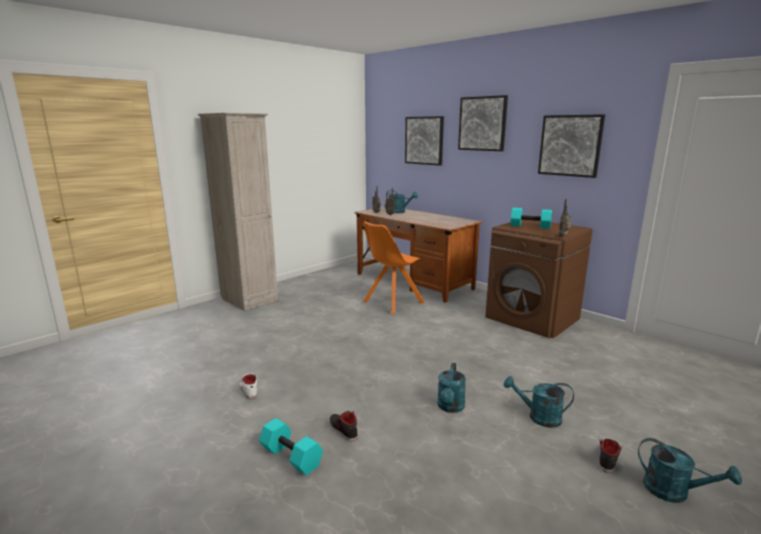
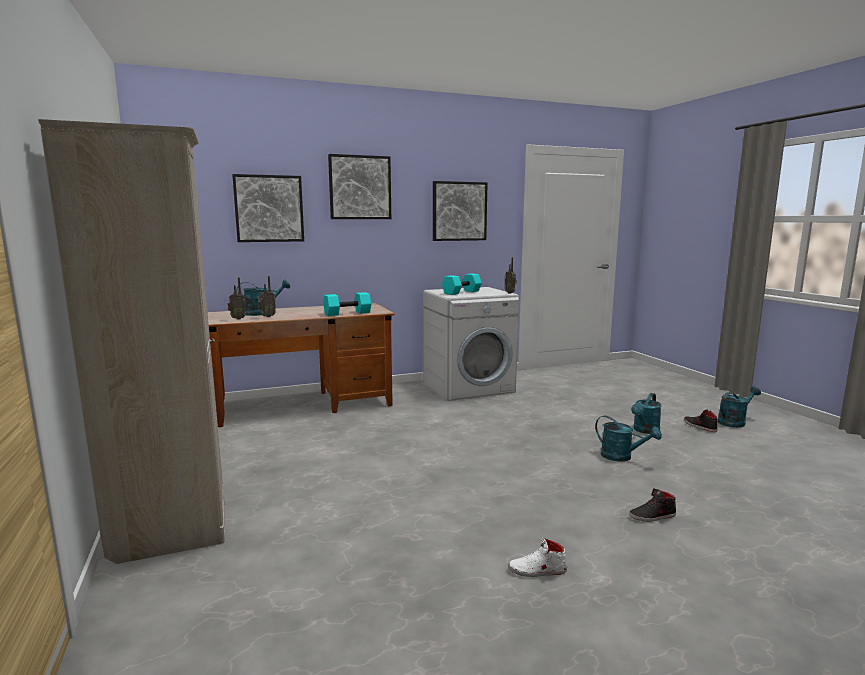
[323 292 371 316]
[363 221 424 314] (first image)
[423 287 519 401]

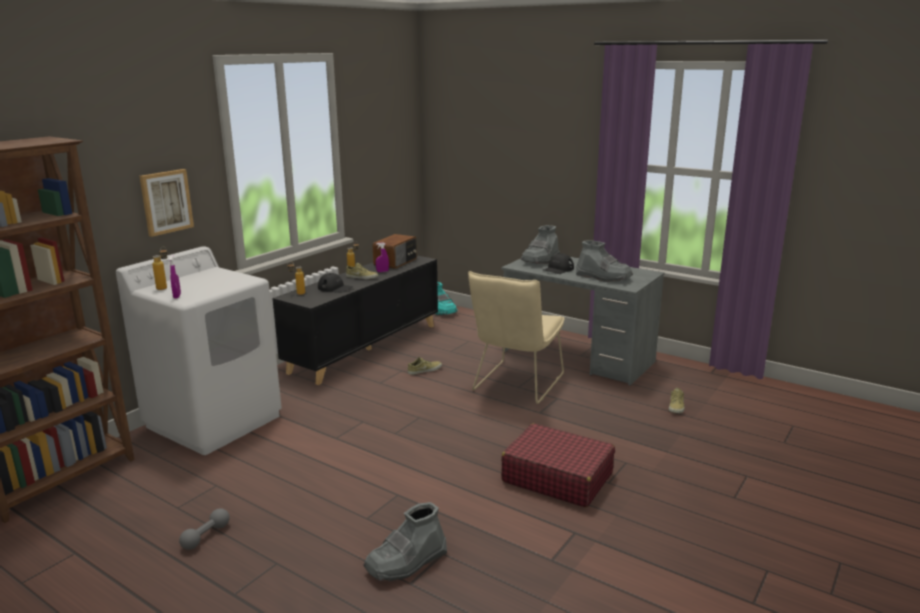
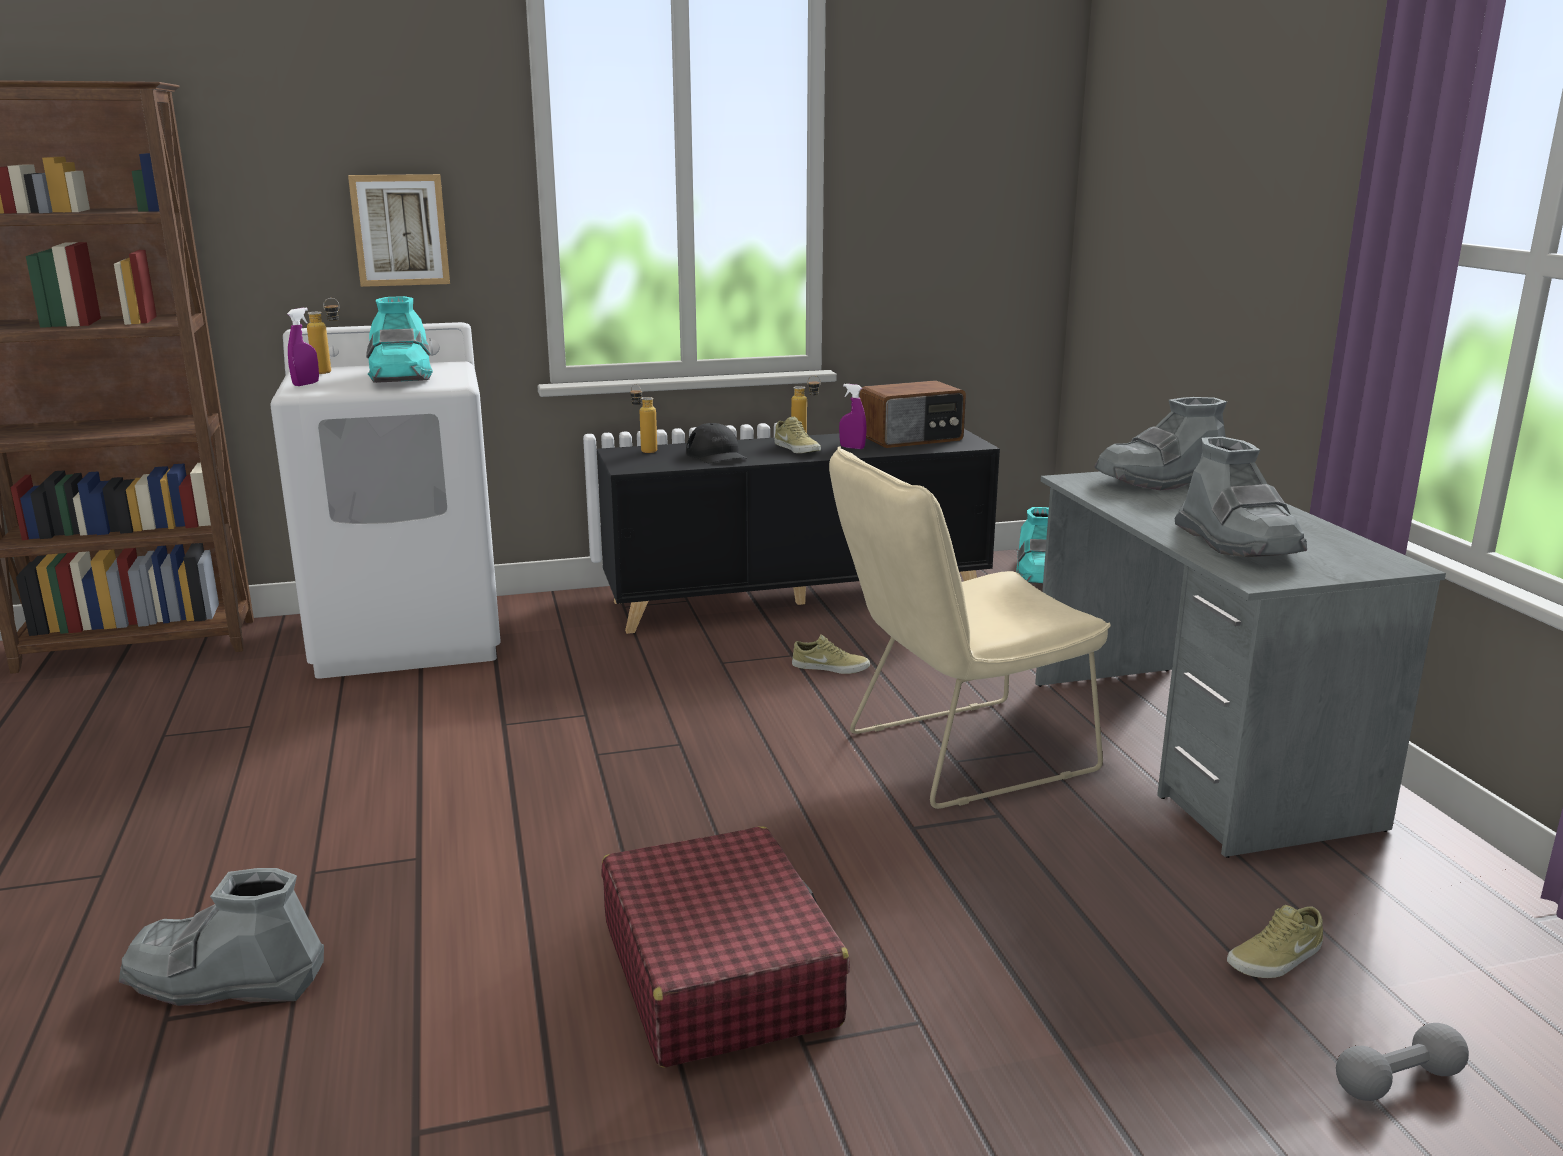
[1336 1023 1469 1101]
[543 254 574 274] (first image)
[366 296 433 383]

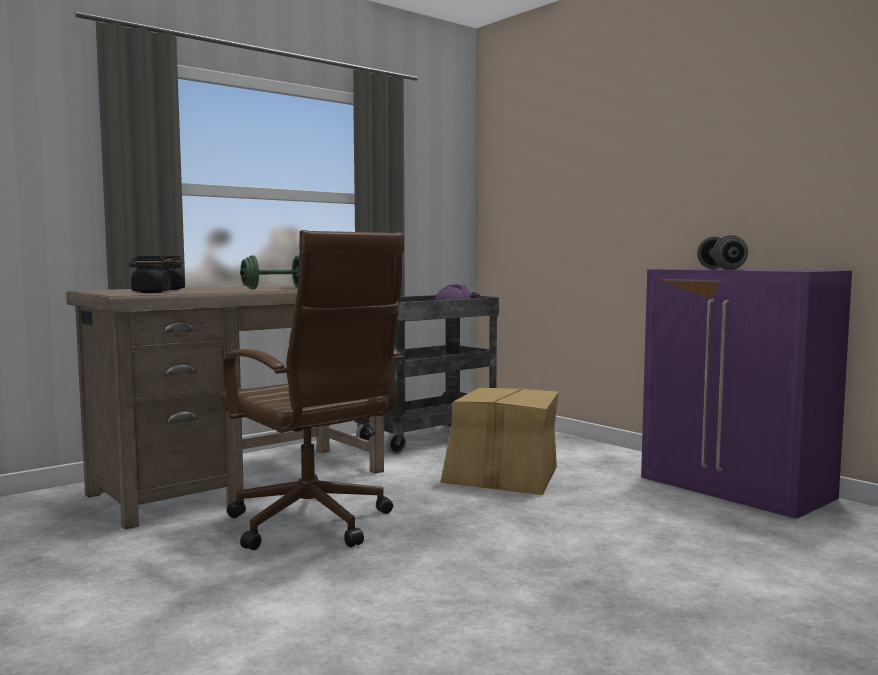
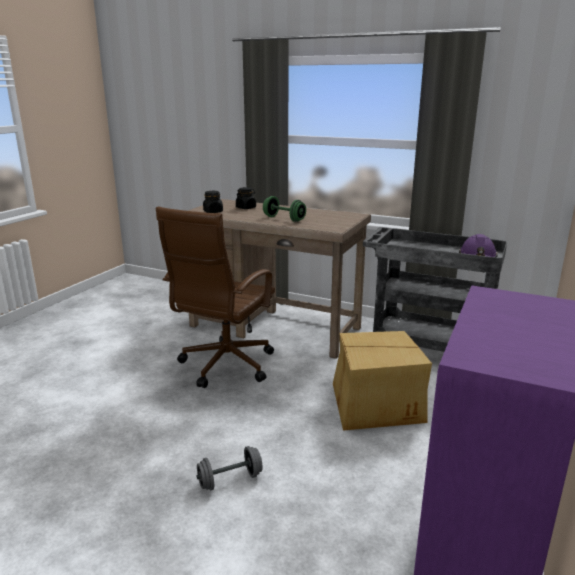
[196 446 263 491]

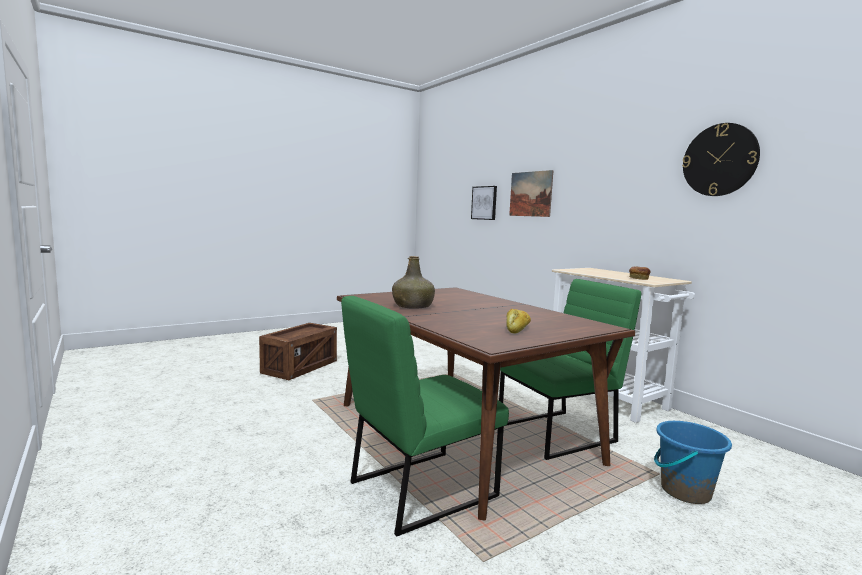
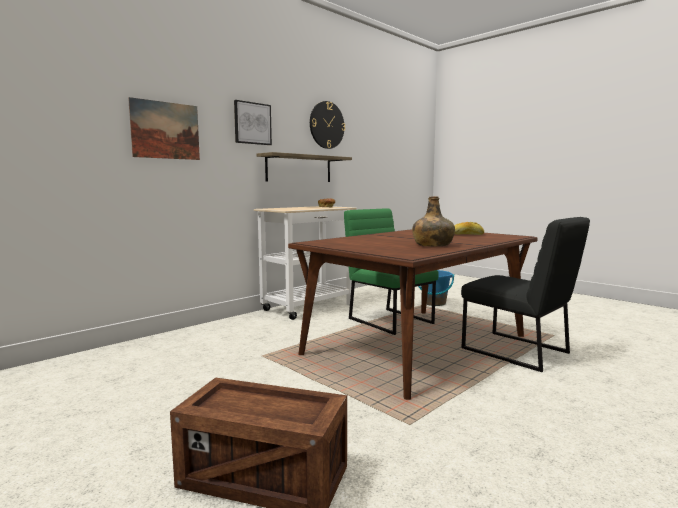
[461 217 590 372]
[234 100 272 145]
[257 152 352 182]

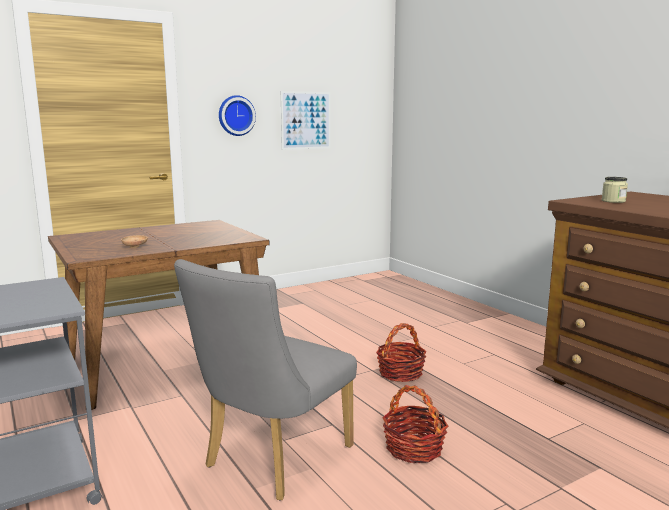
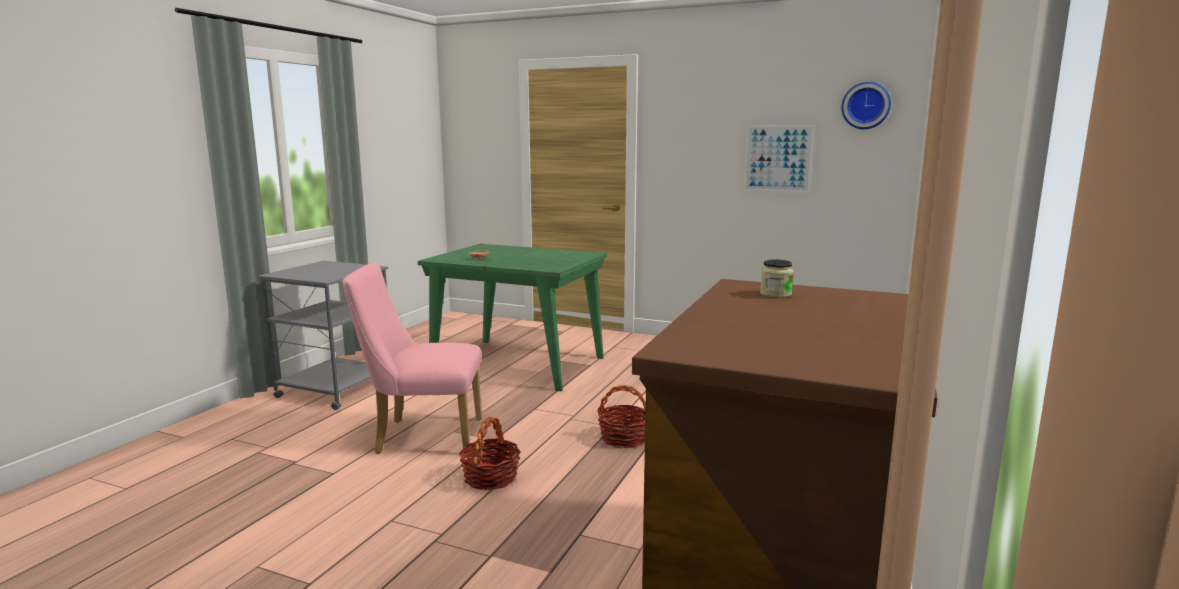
[418 244 607 391]
[342 263 482 454]
[841 82 891 129]

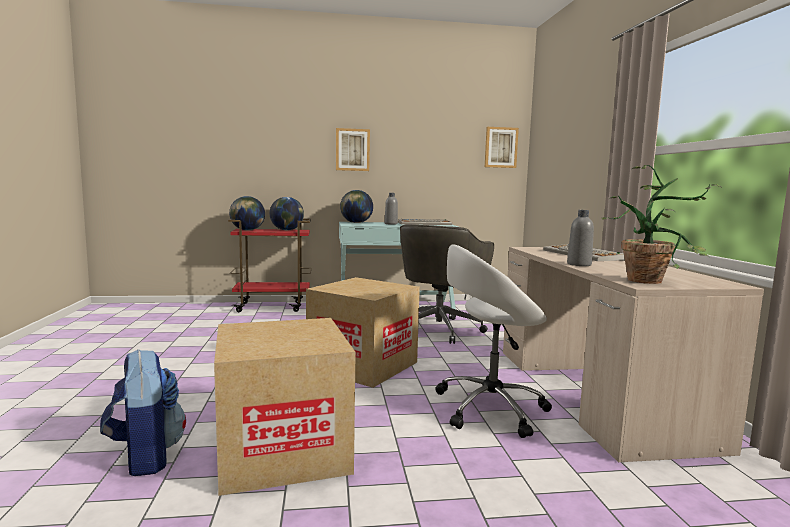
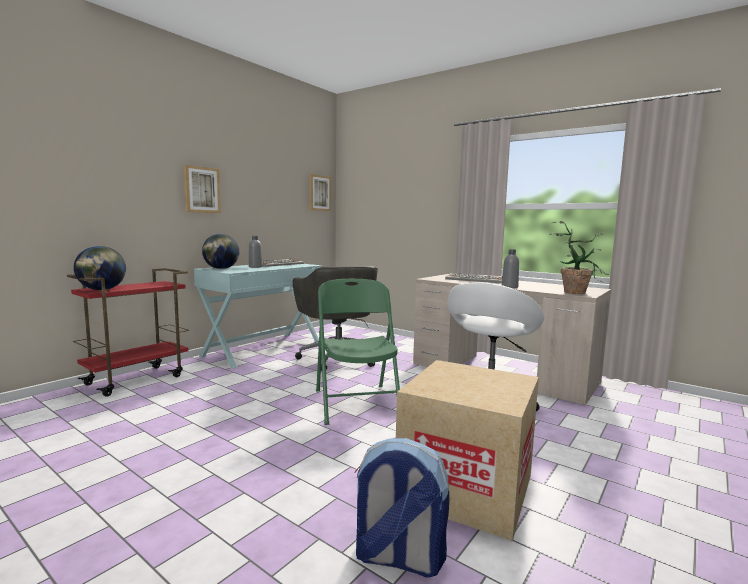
[270 197 304 230] (first image)
[316 279 400 425]

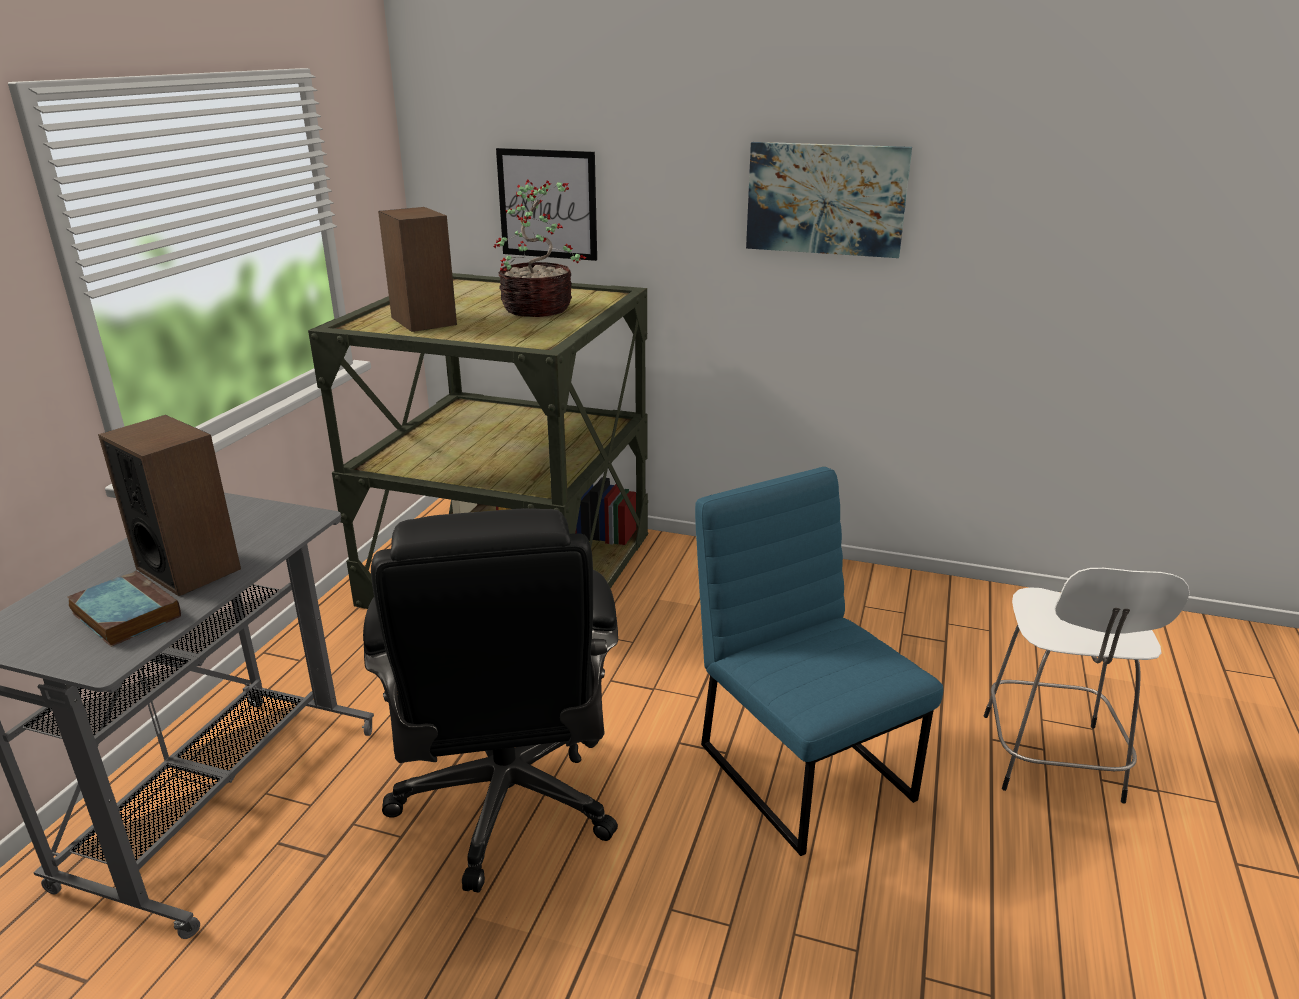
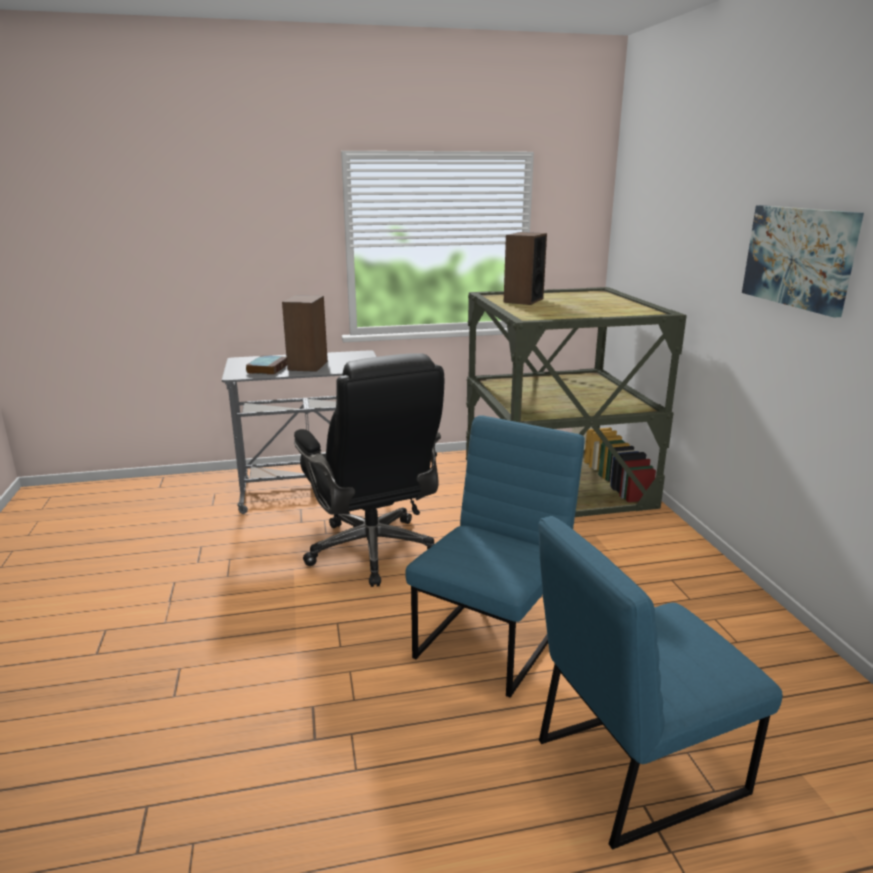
[294 353 444 587]
[493 180 586 317] (first image)
[496 148 597 261] (first image)
[538 516 782 849]

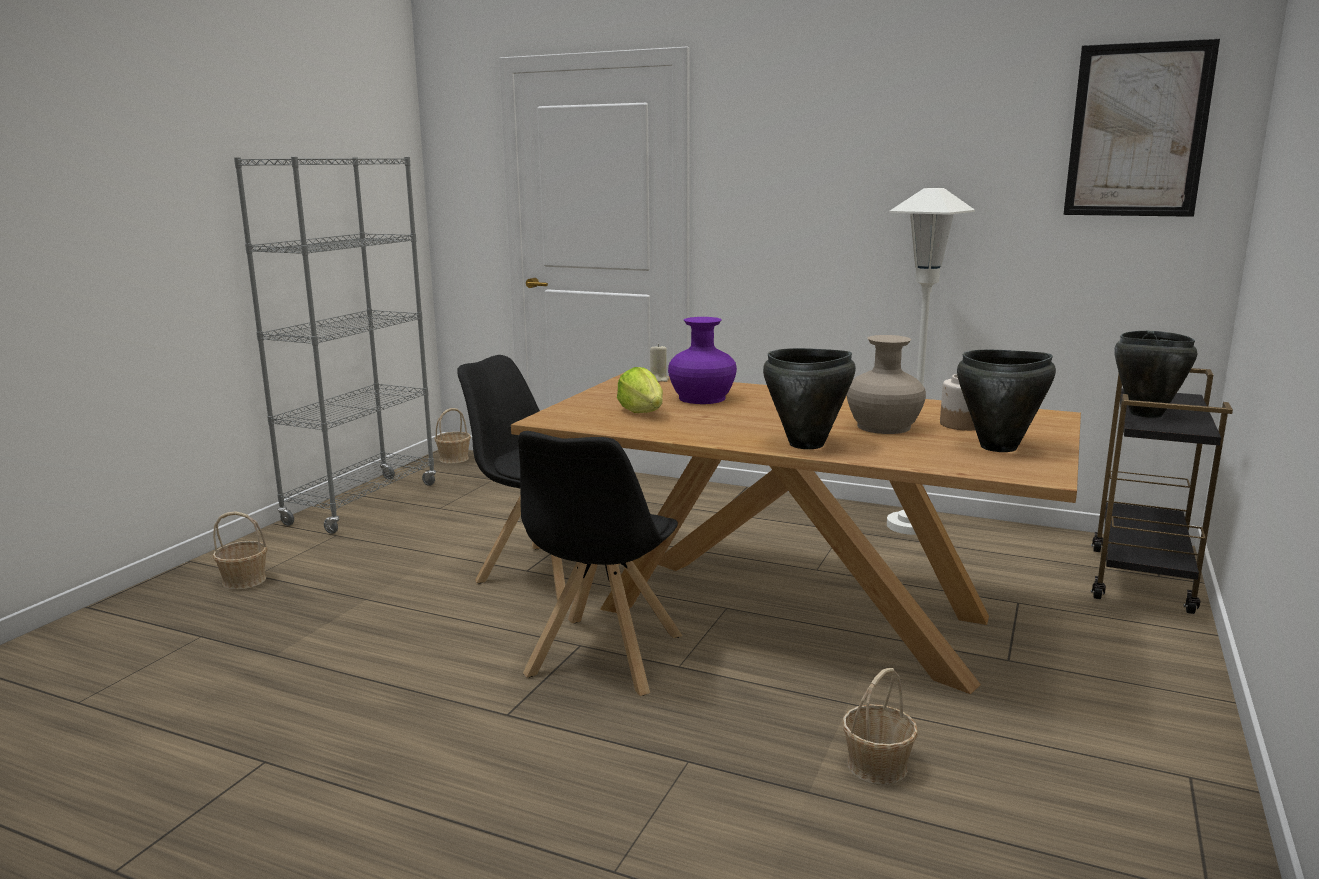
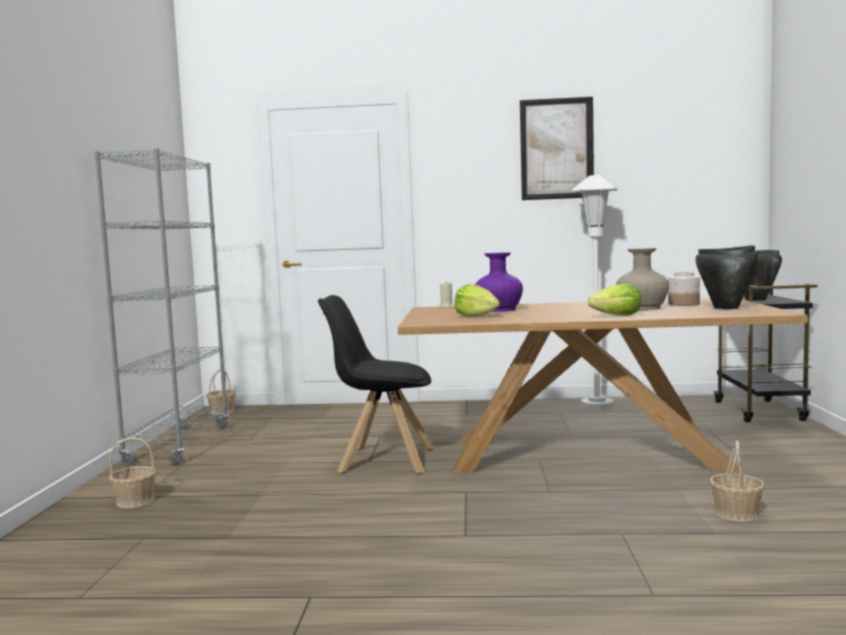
[518 431 682 696] (first image)
[588 284 641 316]
[520 97 594 200]

